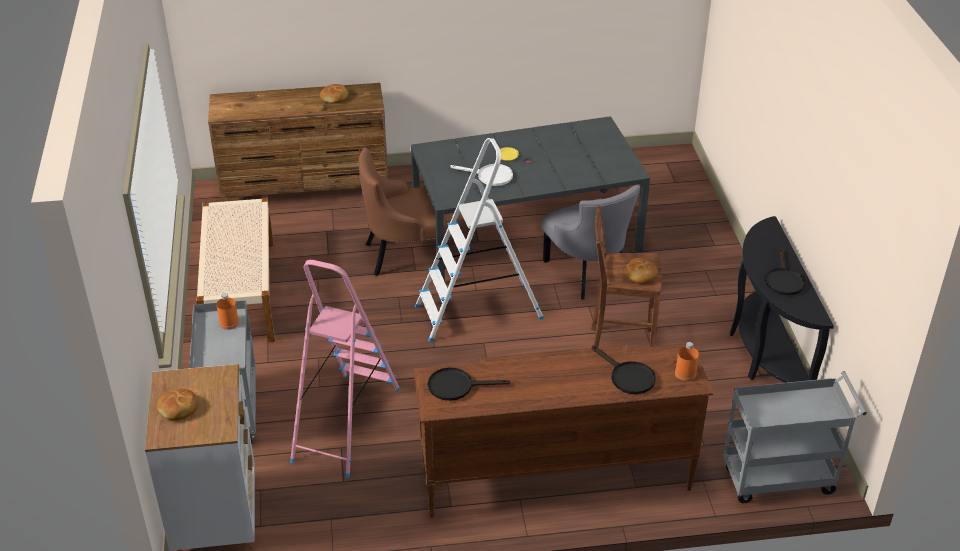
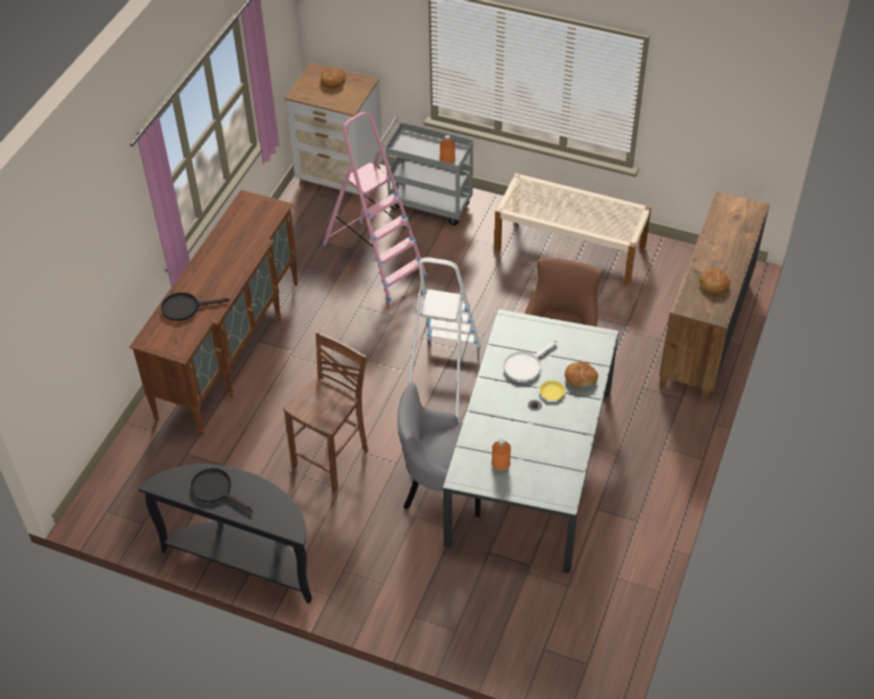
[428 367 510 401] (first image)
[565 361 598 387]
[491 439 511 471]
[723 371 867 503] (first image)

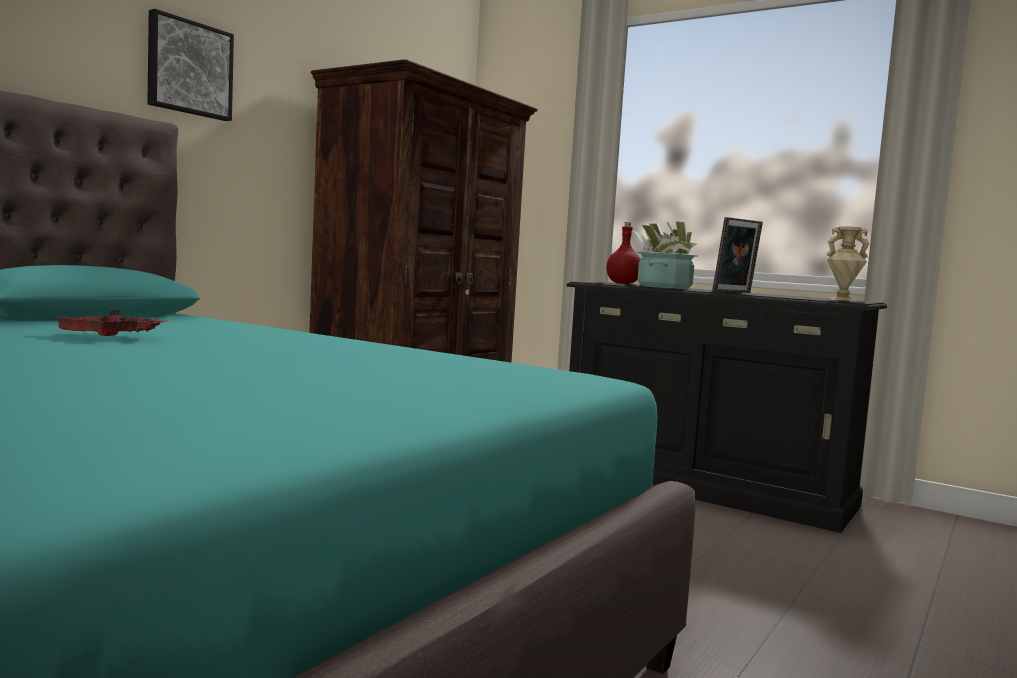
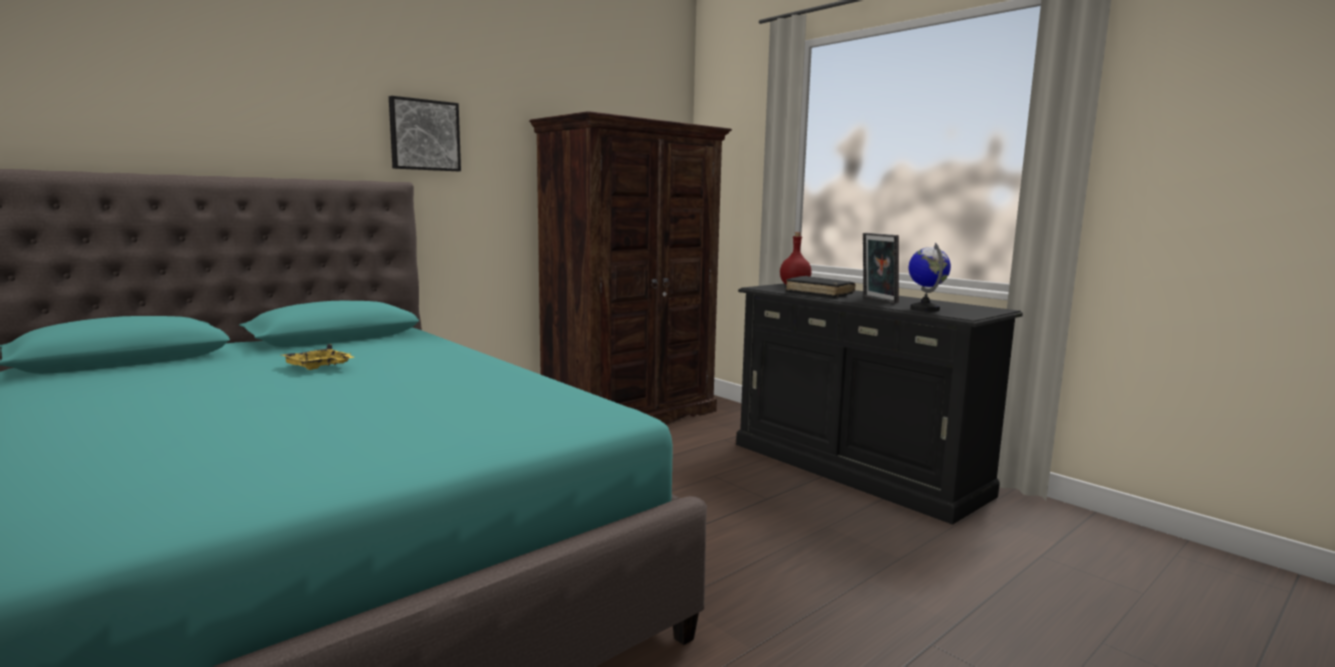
[281 344 354 370]
[786 276 856 298]
[863 233 899 303]
[827 226 870 301] (first image)
[908 243 951 312]

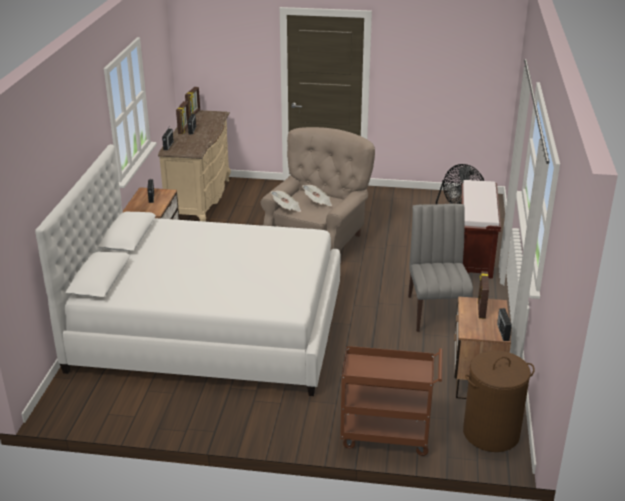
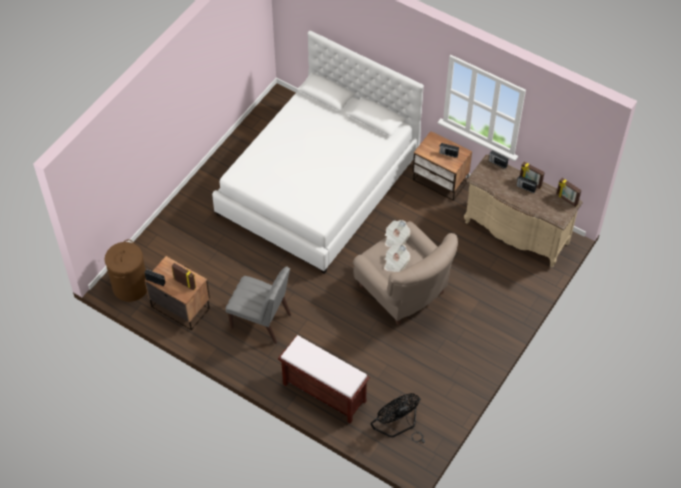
[340 346 443 456] (first image)

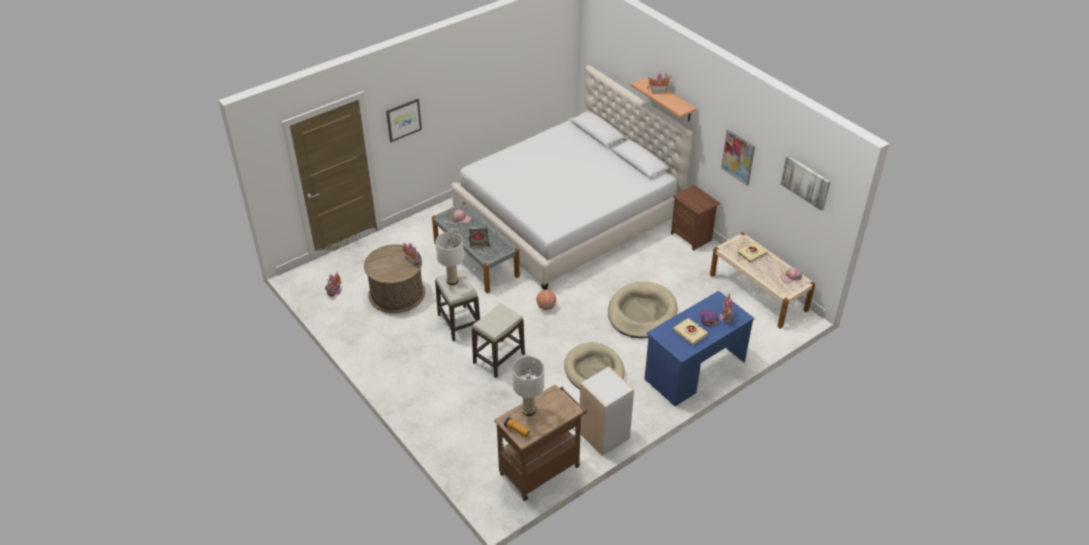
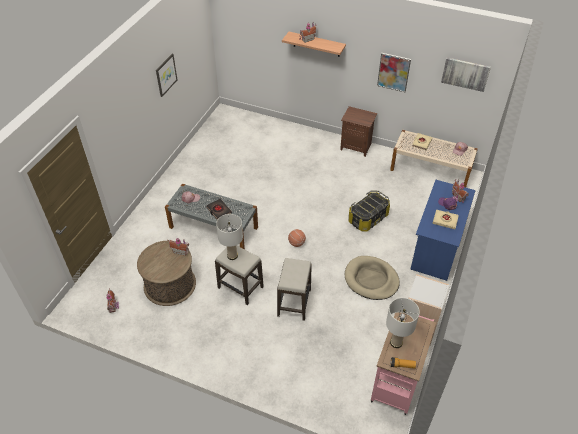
[156 53 177 97]
[452 65 693 290] (first image)
[370 312 436 415]
[348 191 390 231]

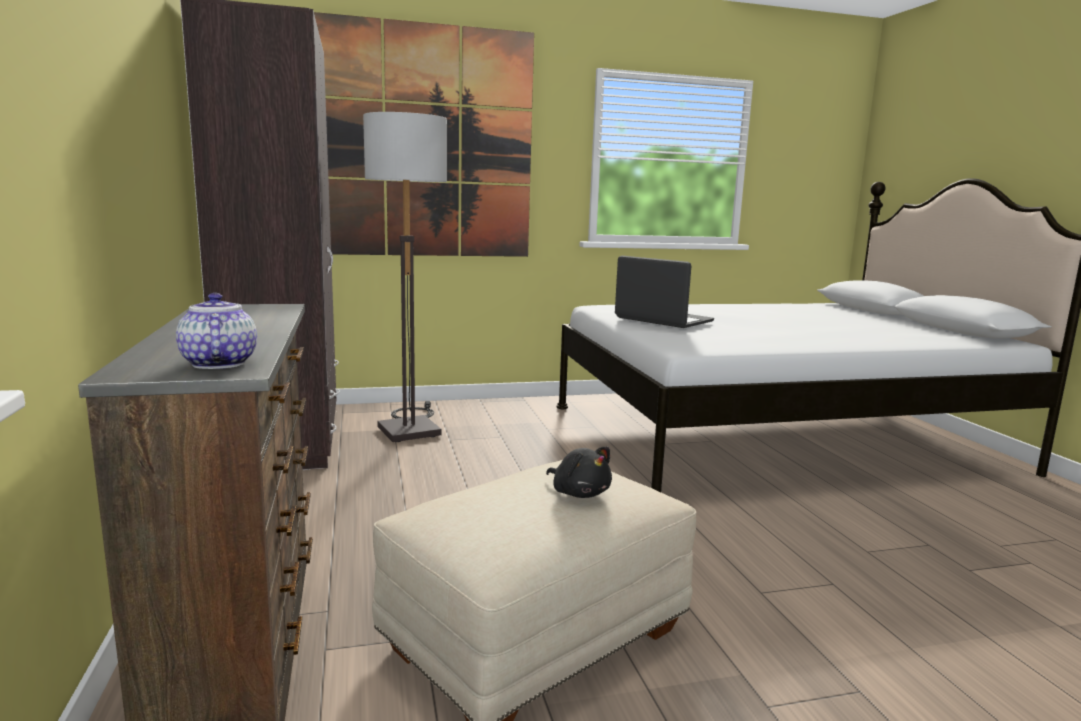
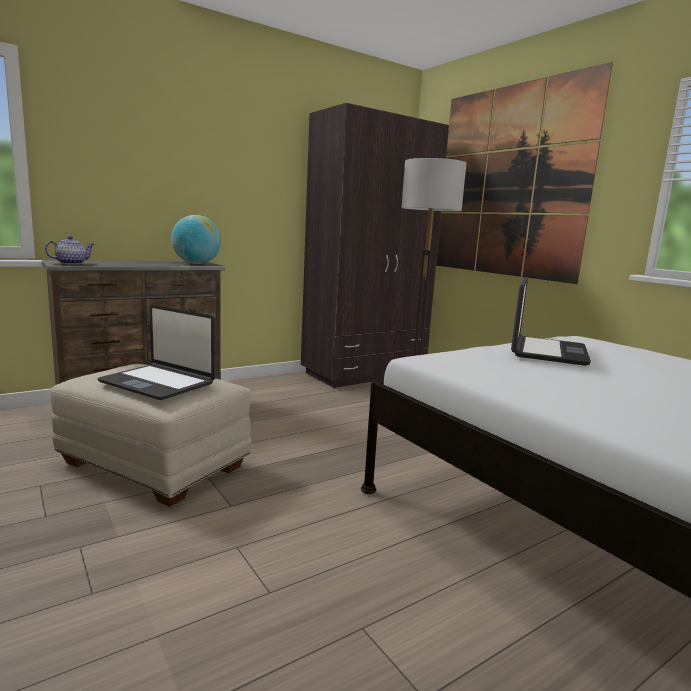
[97 304 215 400]
[171 215 221 264]

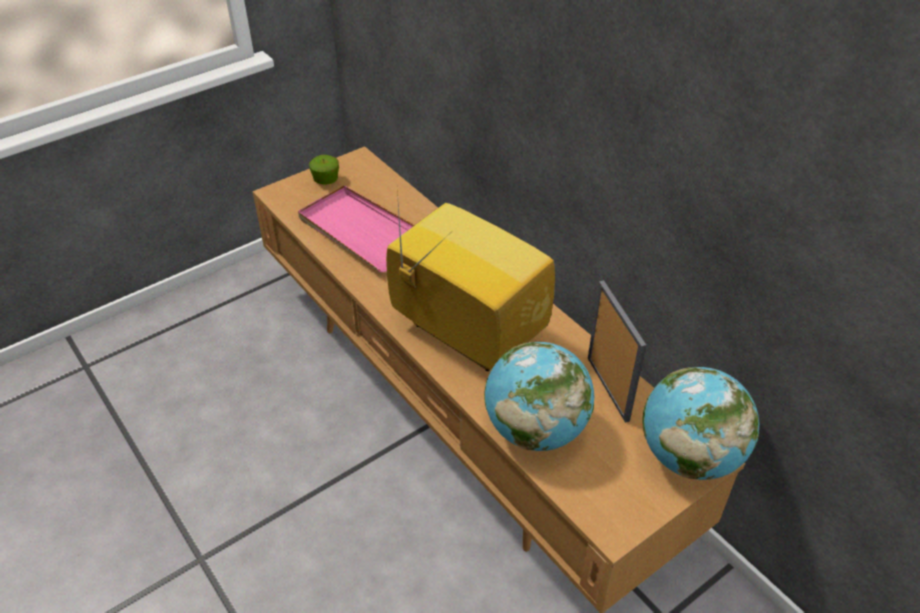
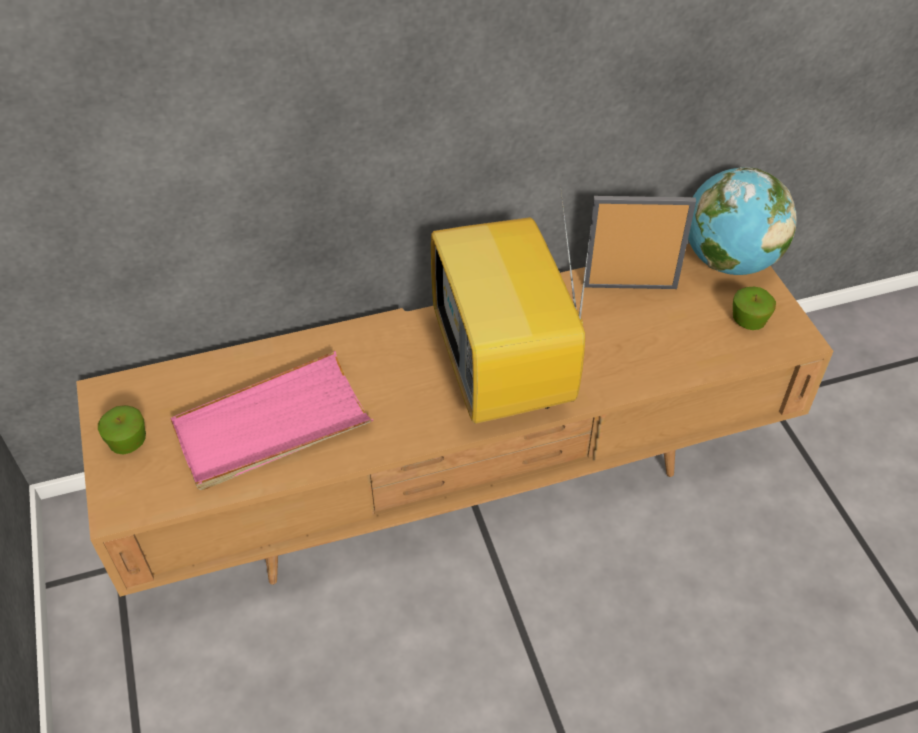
[431 192 591 424]
[485 342 594 451] (first image)
[733 287 776 330]

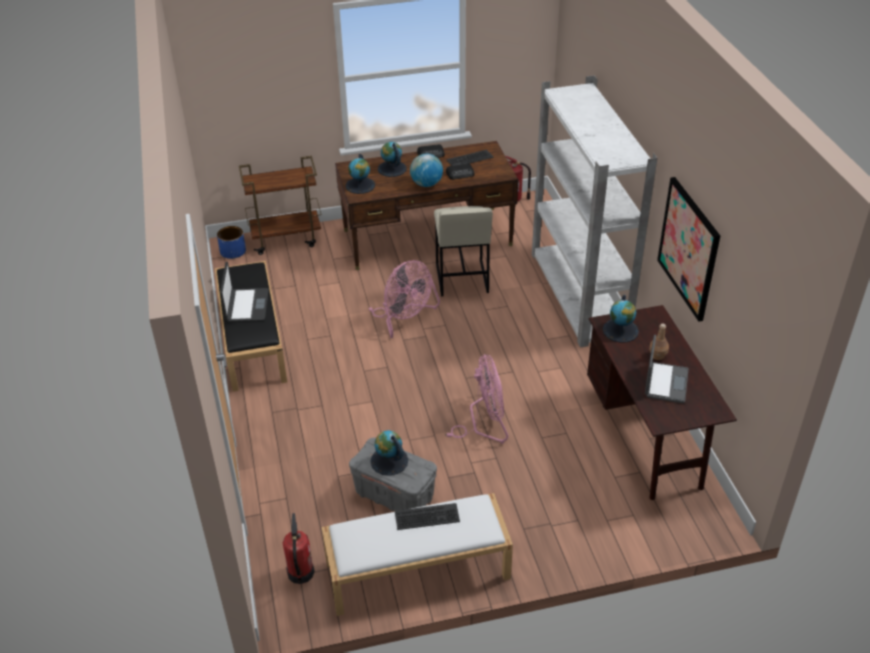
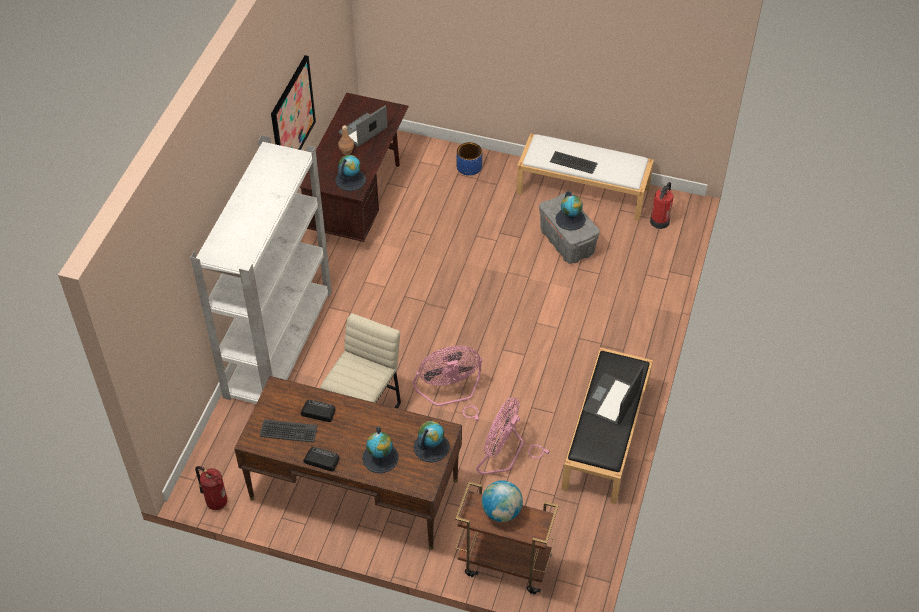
[456 142 482 176]
[482 481 523 522]
[476 397 550 475]

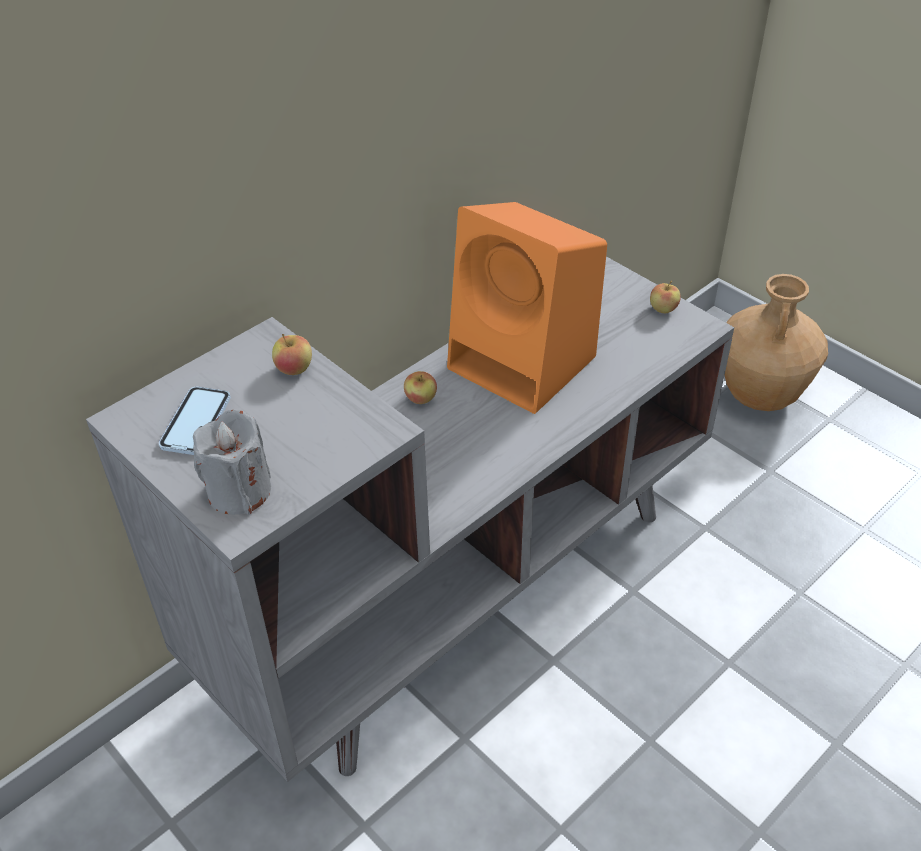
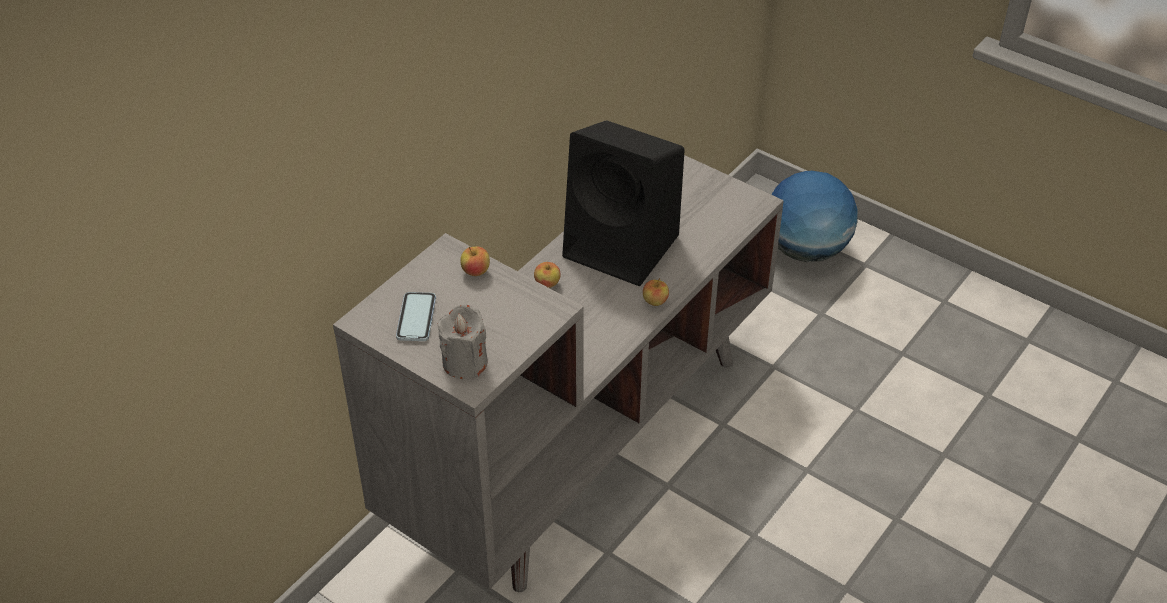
[562 120 685 286]
[643 278 669 306]
[772 171 858 262]

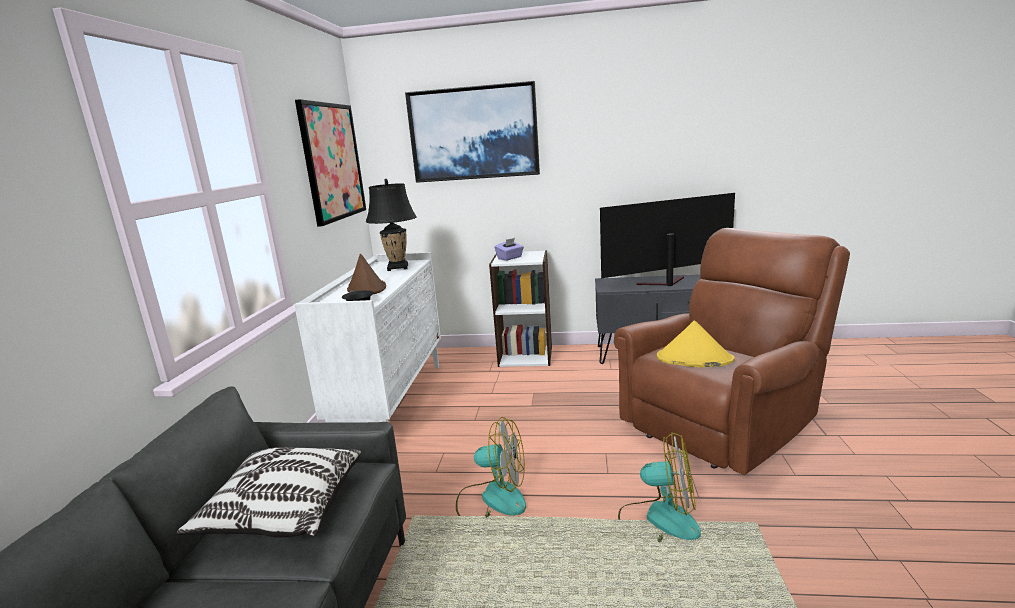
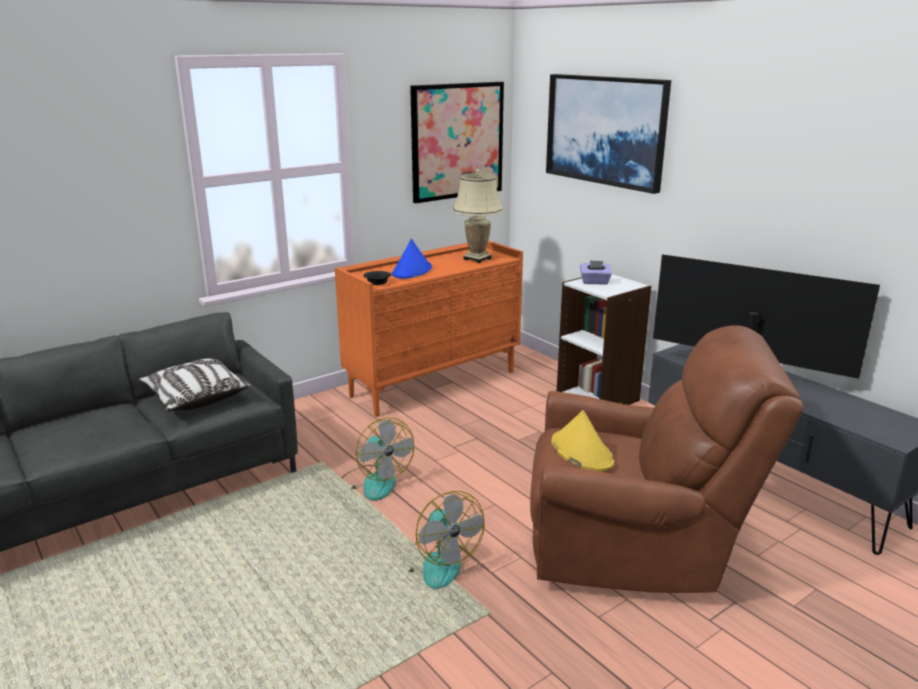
[335 240 523 417]
[391 239 432 279]
[453 169 503 263]

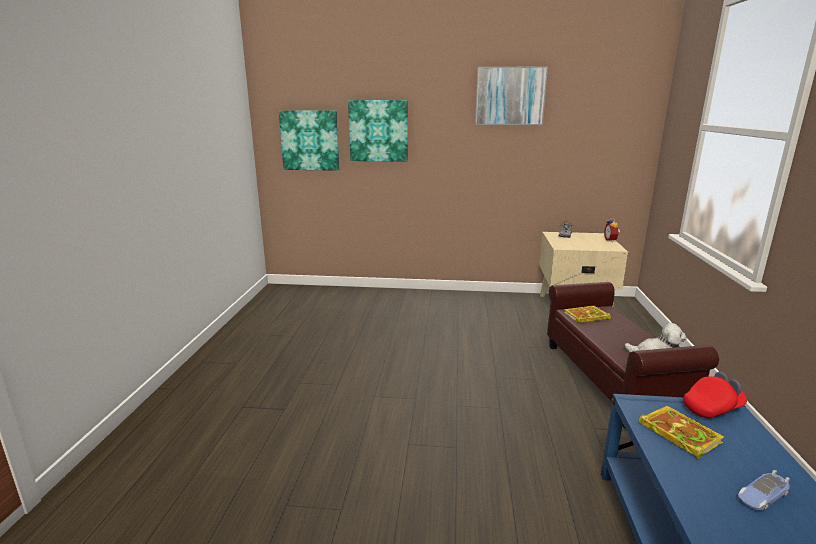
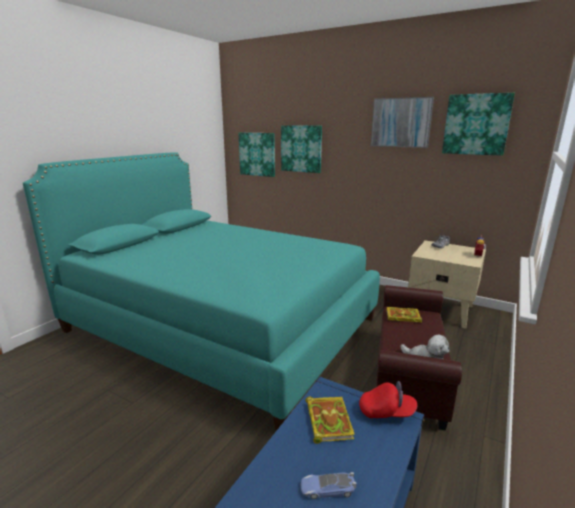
[23 152 380 431]
[442 93 515 156]

